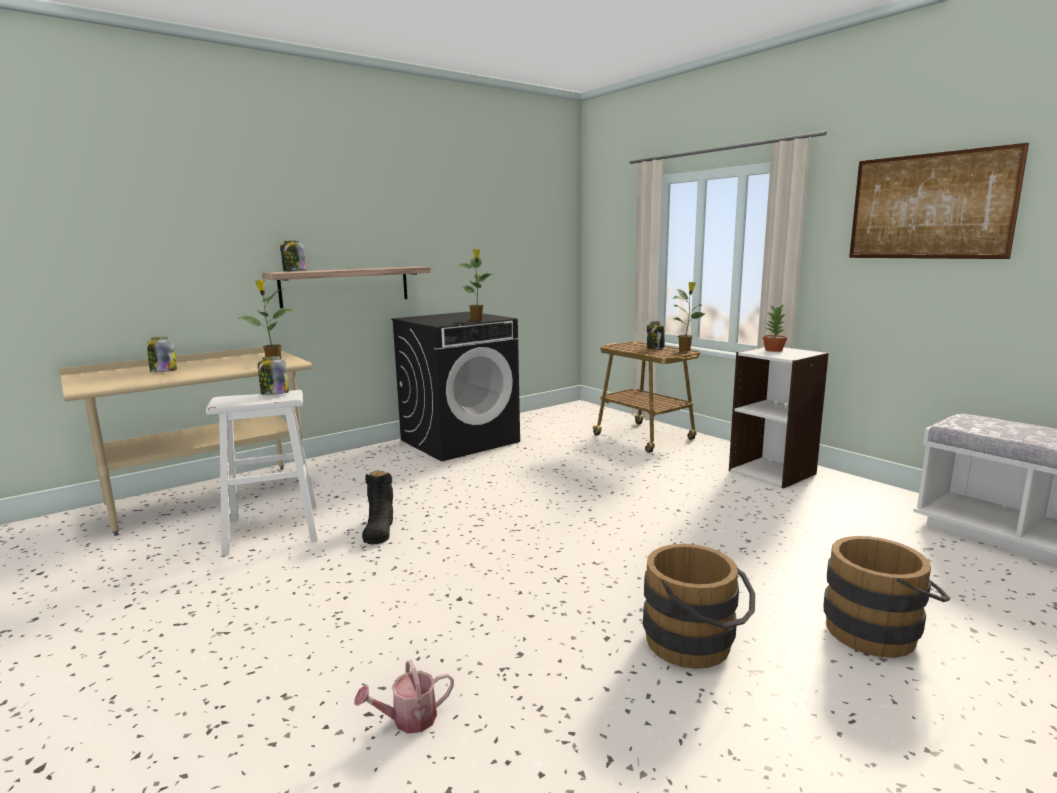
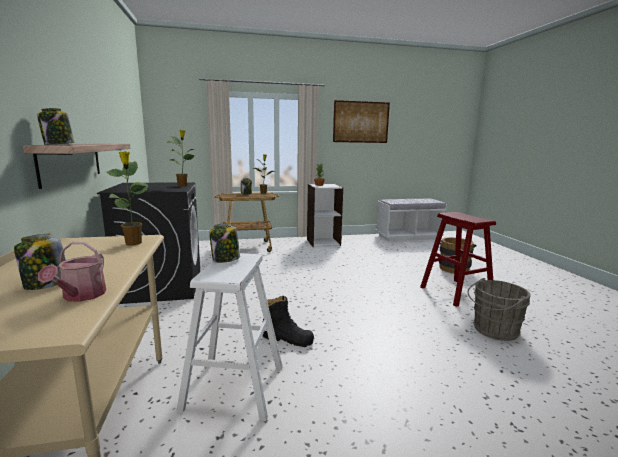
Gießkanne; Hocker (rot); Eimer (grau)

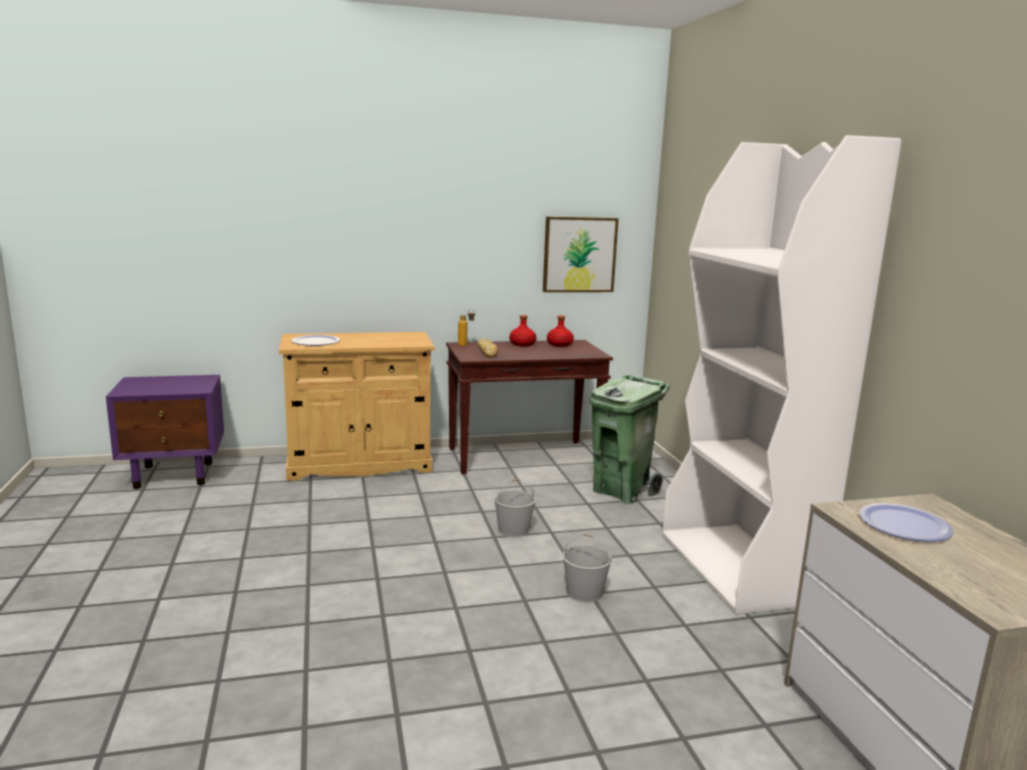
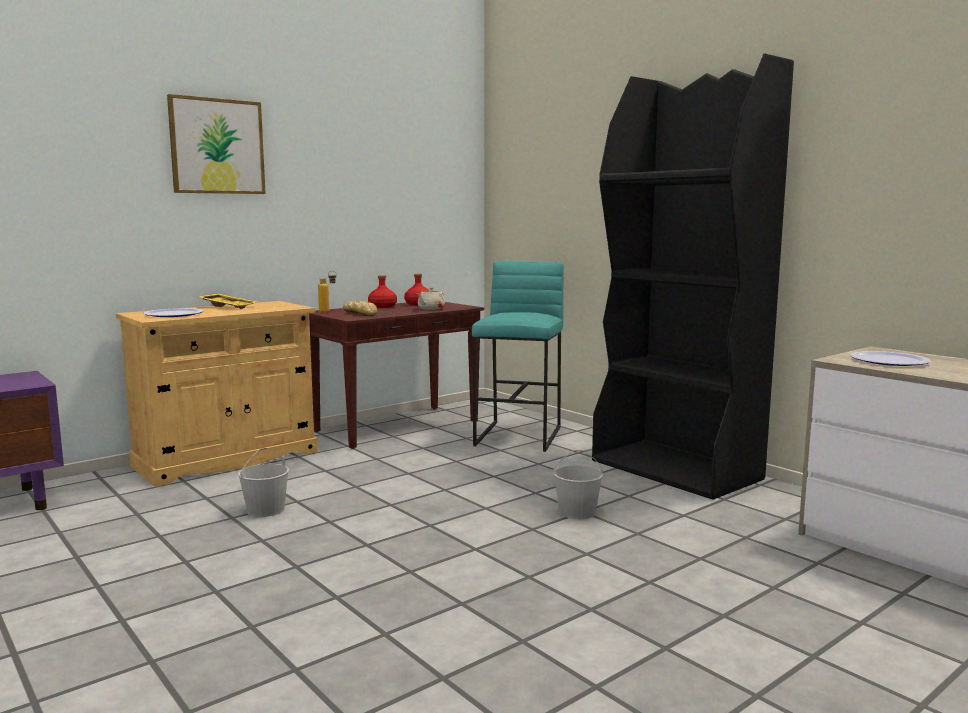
Bild; Tablett (gelb); Eimer (weiß) (no. 1 from left); Teekanne (beige); Hocker (türkis); Bücherregal (schwarz)

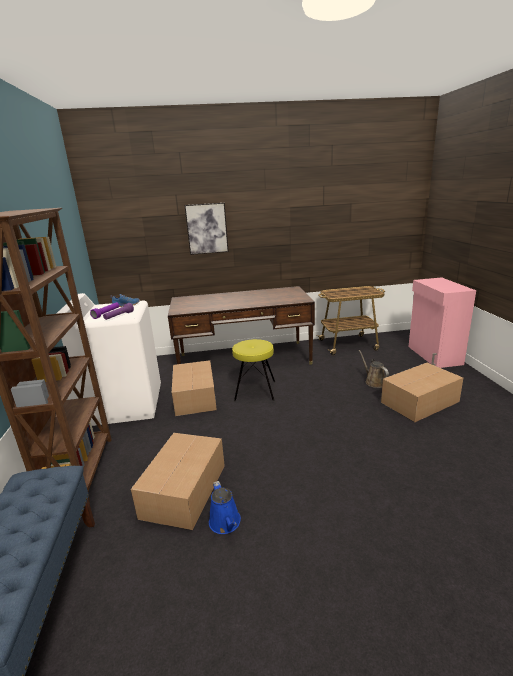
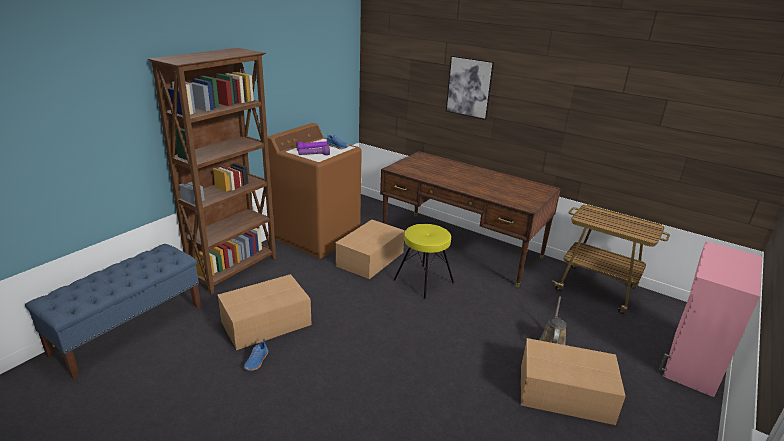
Schuh (blau) (no. 1 from left); Waschmaschine (braun)

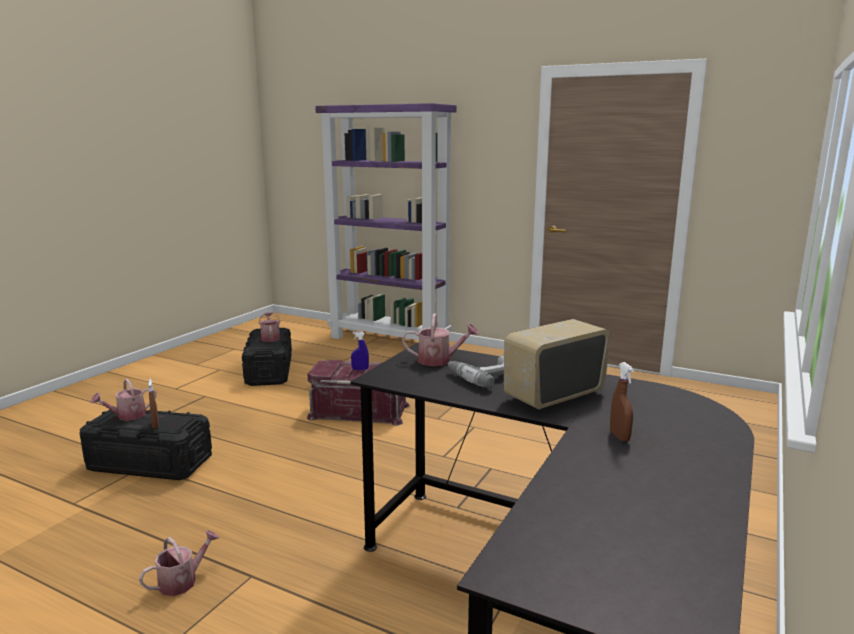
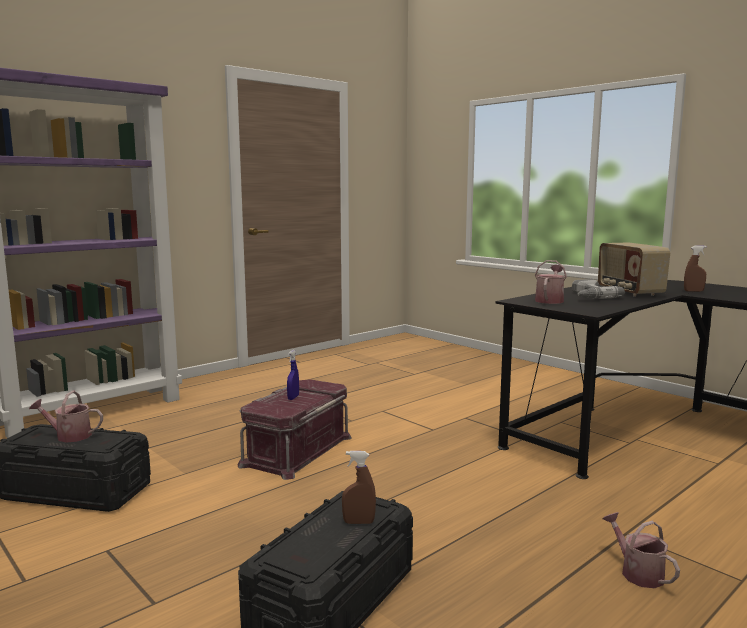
Gießkanne (no. 1 from left in the first image)

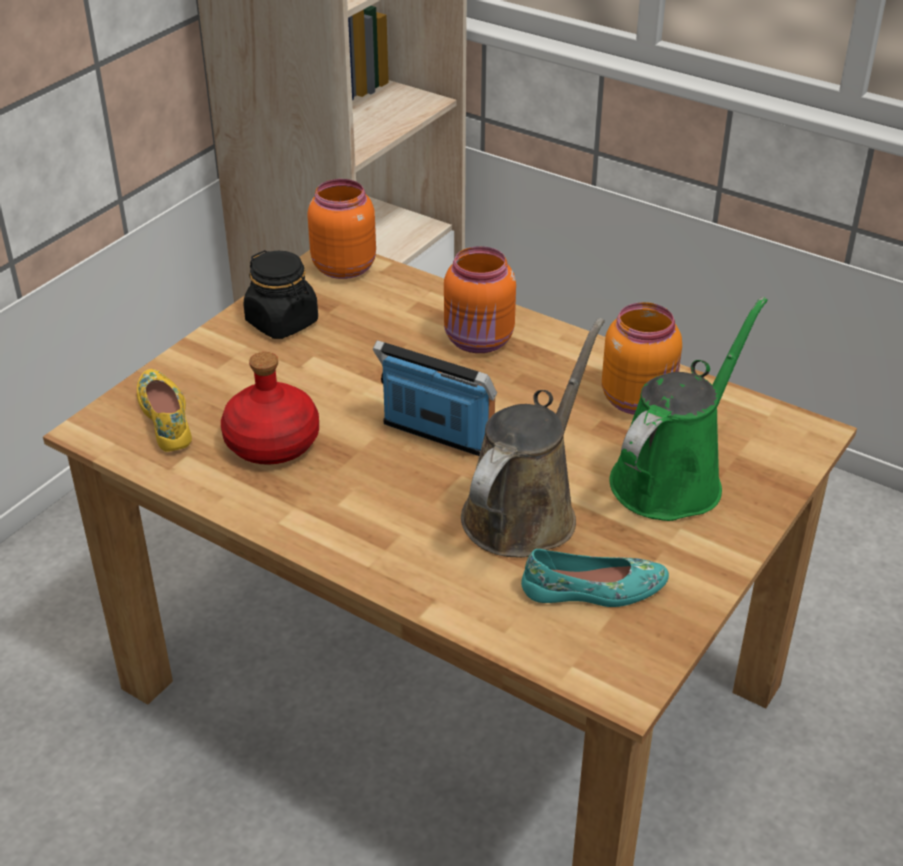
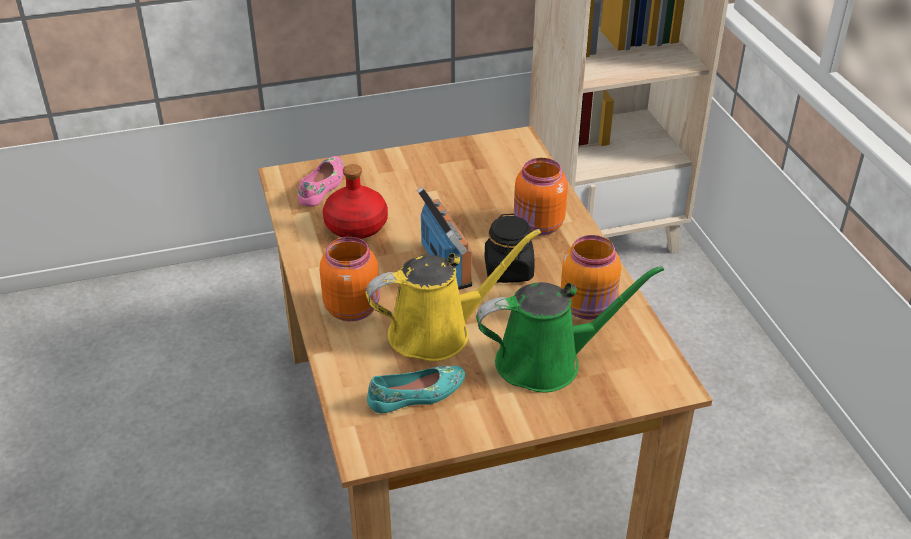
Schuh (rosa); Vorratsglas (orange) (no. 1 from left); Gießkanne (gelb); Schuh (türkis); Vorratsglas (schwarz)

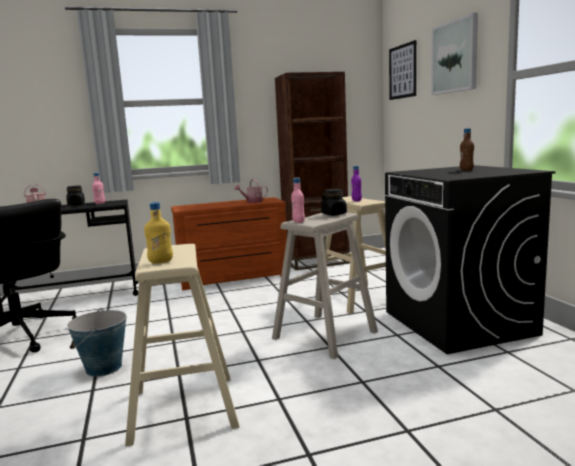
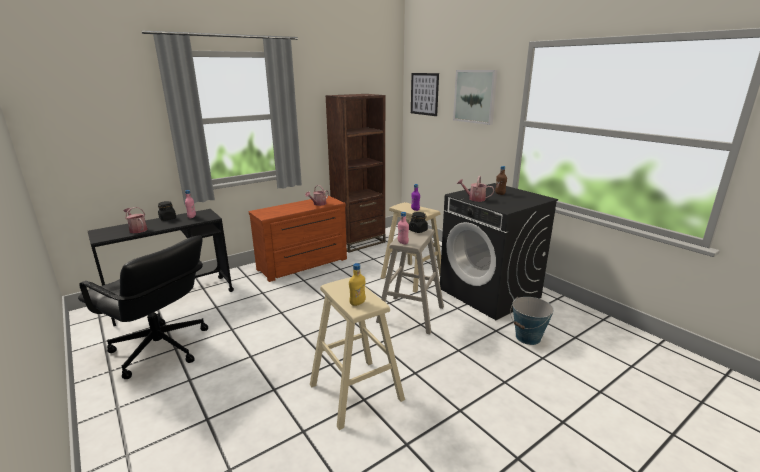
Gießkanne (no. 3 from left); Eimer

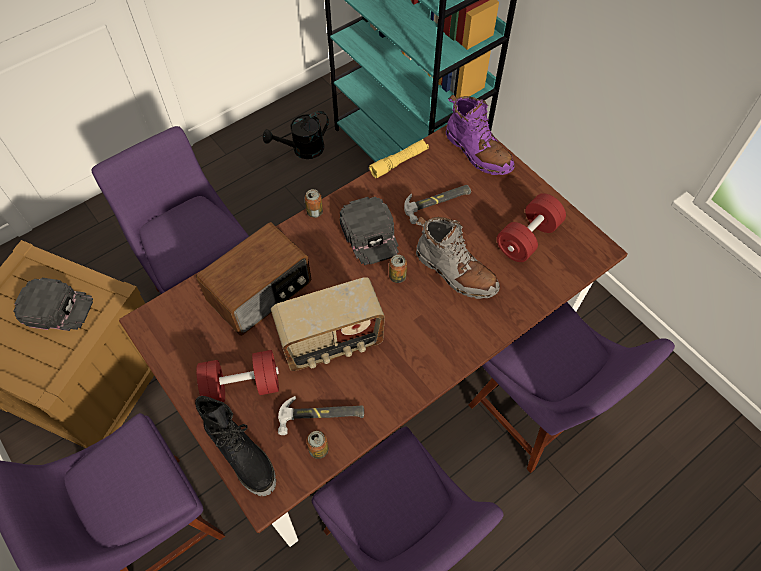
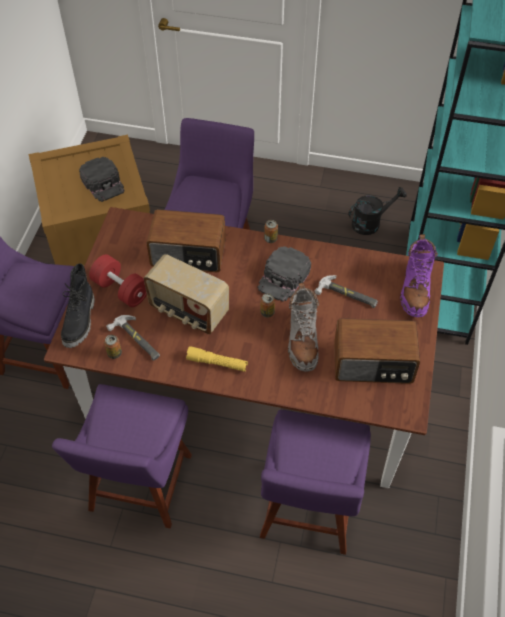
Taschenlampe (gelb); Radio (no. 3 from left); Gießkanne (schwarz)

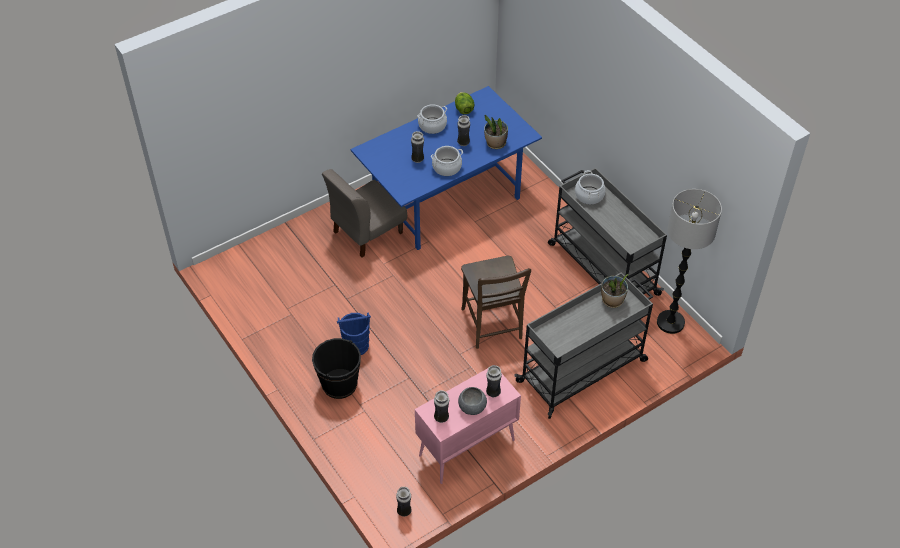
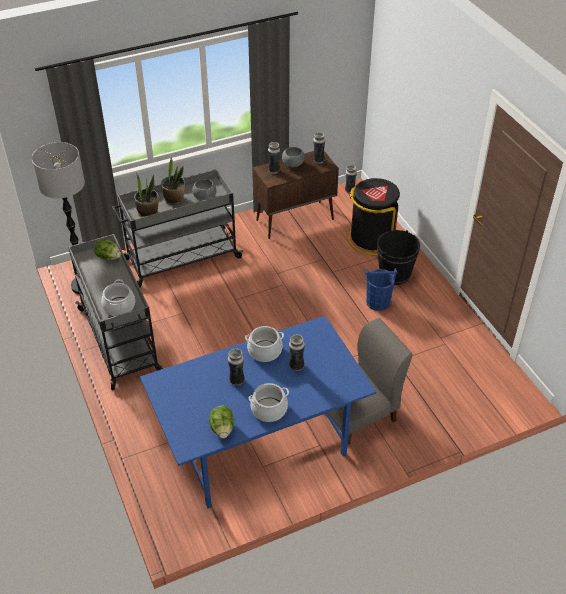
Salatkopf (no. 1 from left); Topfpflanze (no. 2 from left); Schüssel (grau) (no. 1 from left); Schrank (braun); Mülleimer (schwarz); Stuhl (braun)

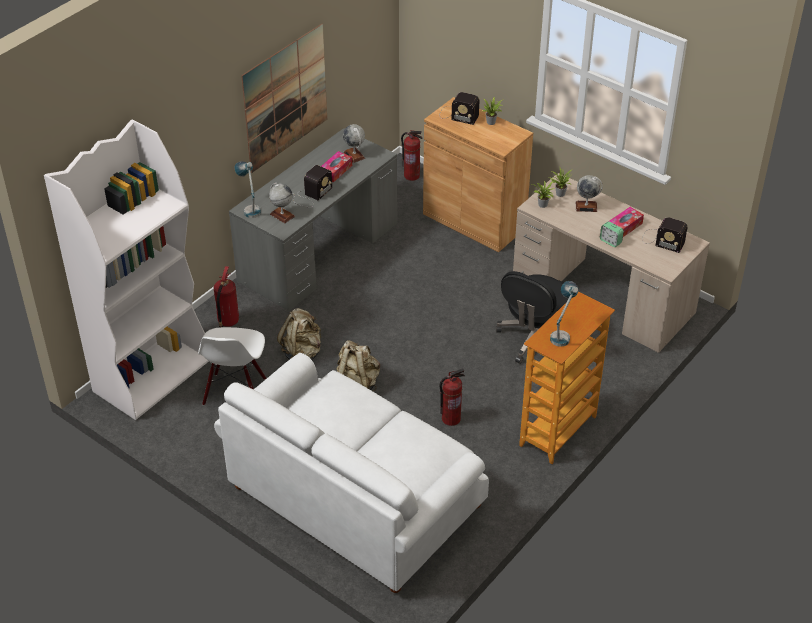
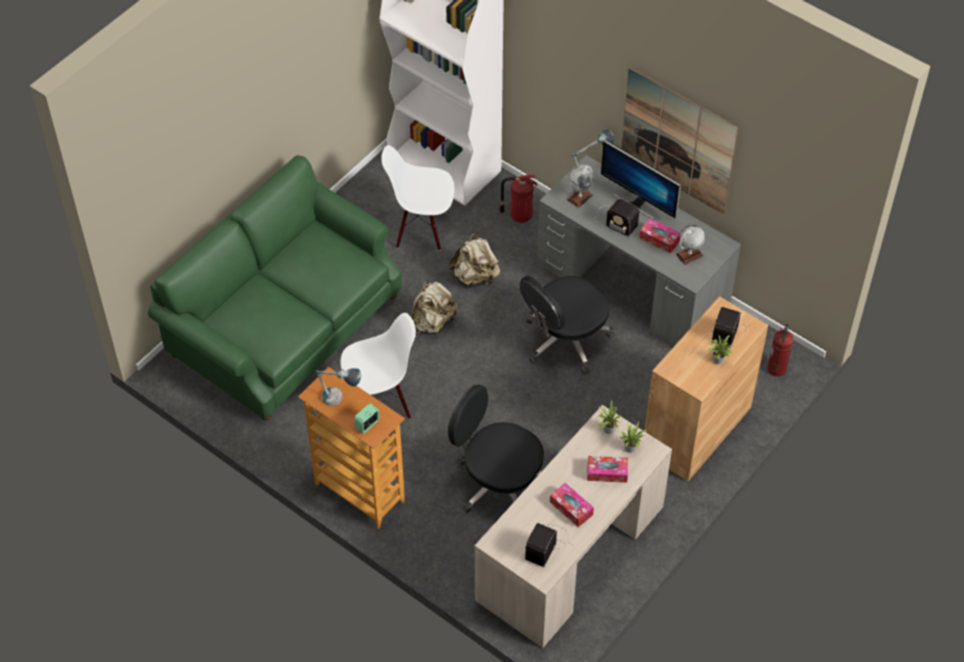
Sofa (grün); Stuhl (weiß) (no. 1 from left); Wecker; Bürostuhl (schwarz) (no. 2 from left); Taschentuchbox (no. 2 from left); Monitor

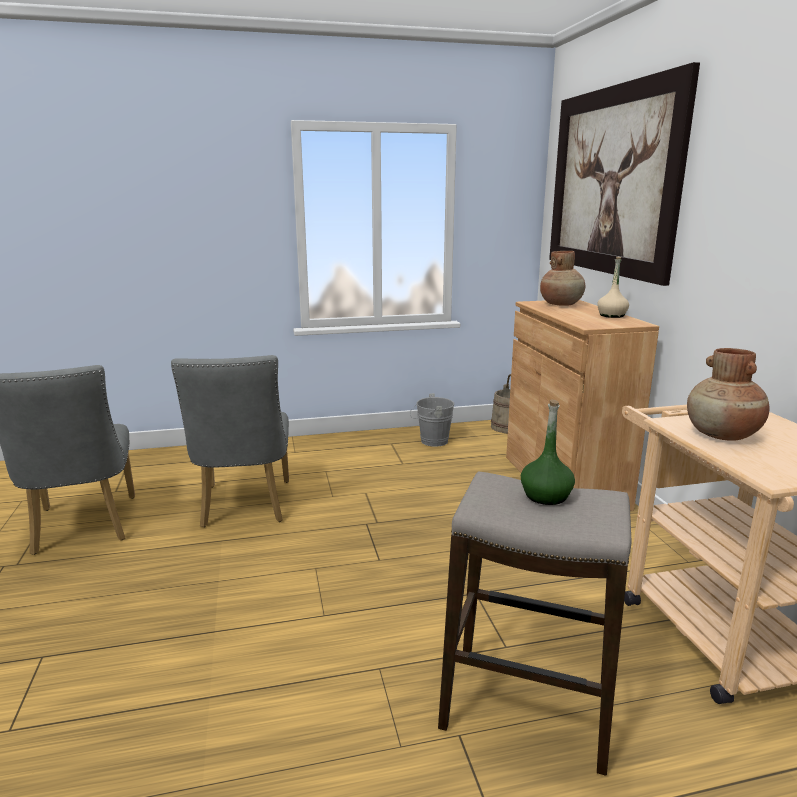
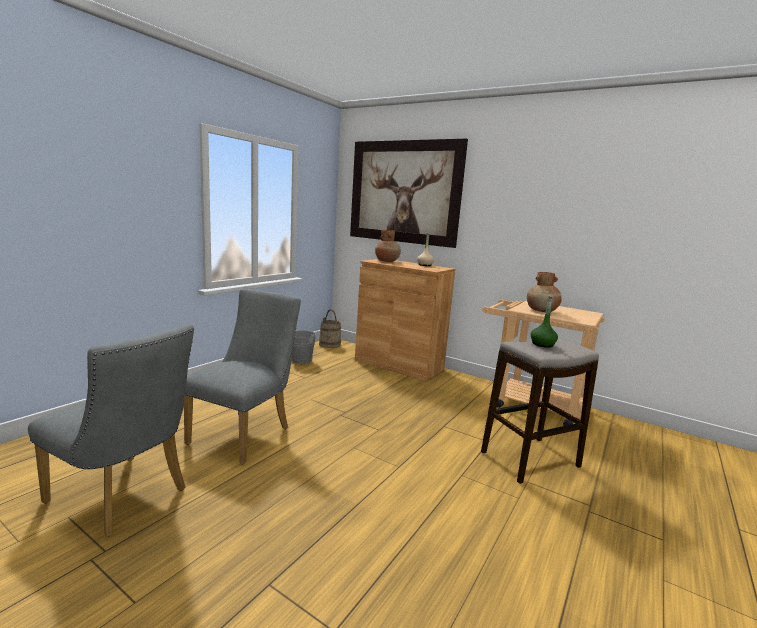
Stuhl (grau) (no. 2 from left)

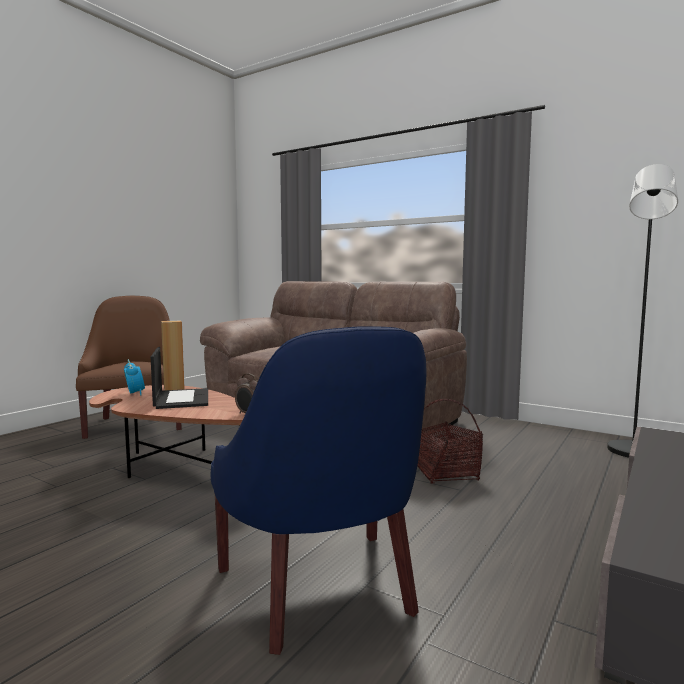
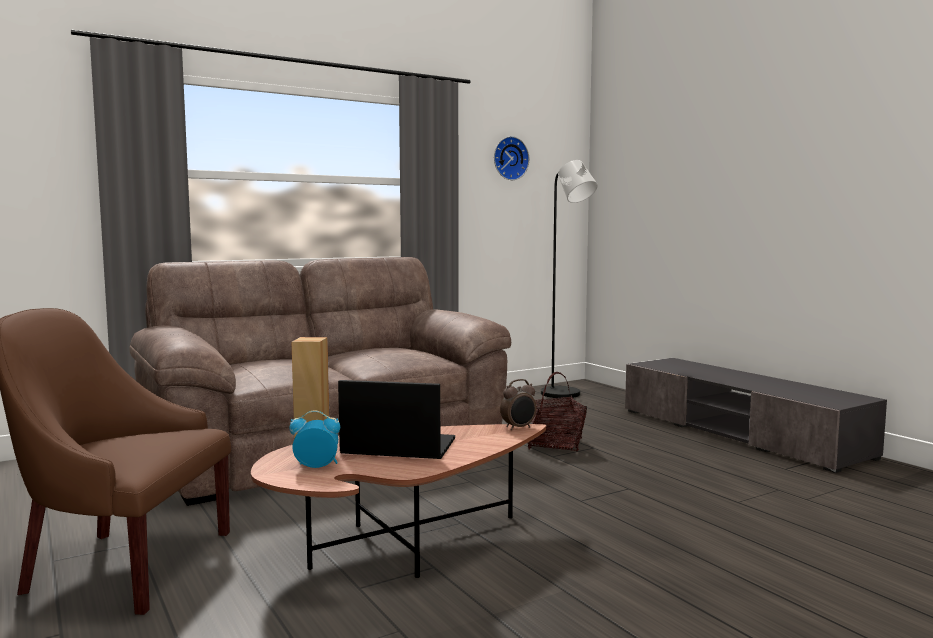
Wanduhr; Sessel (blau)

